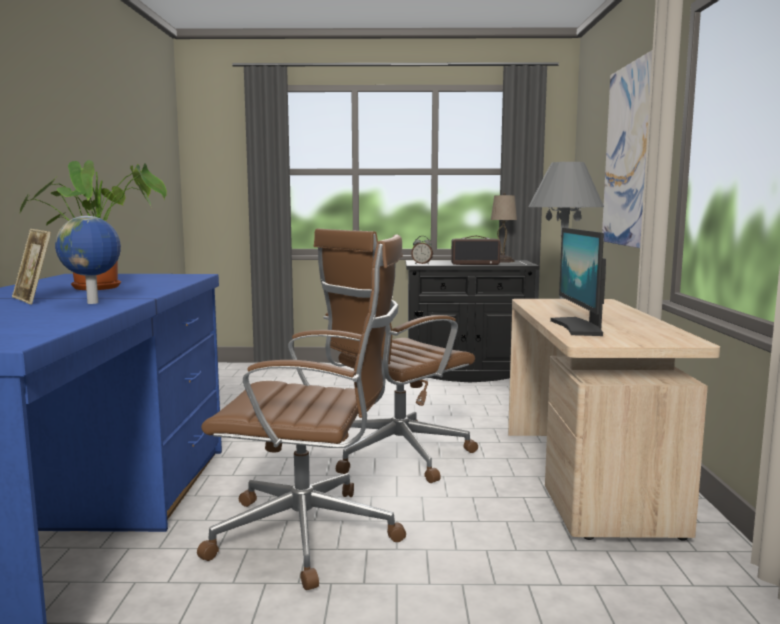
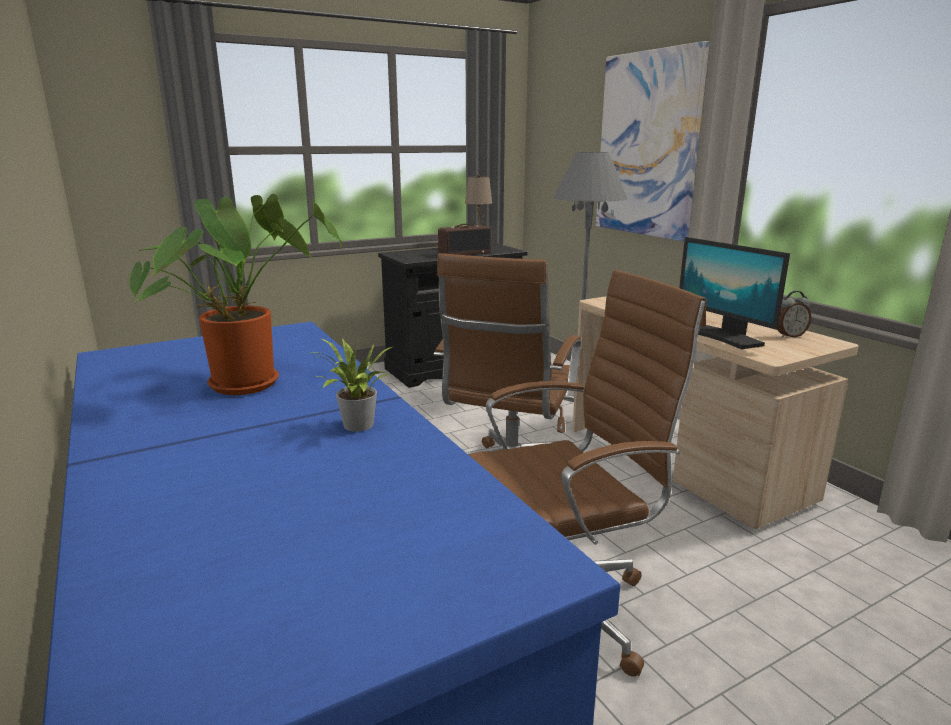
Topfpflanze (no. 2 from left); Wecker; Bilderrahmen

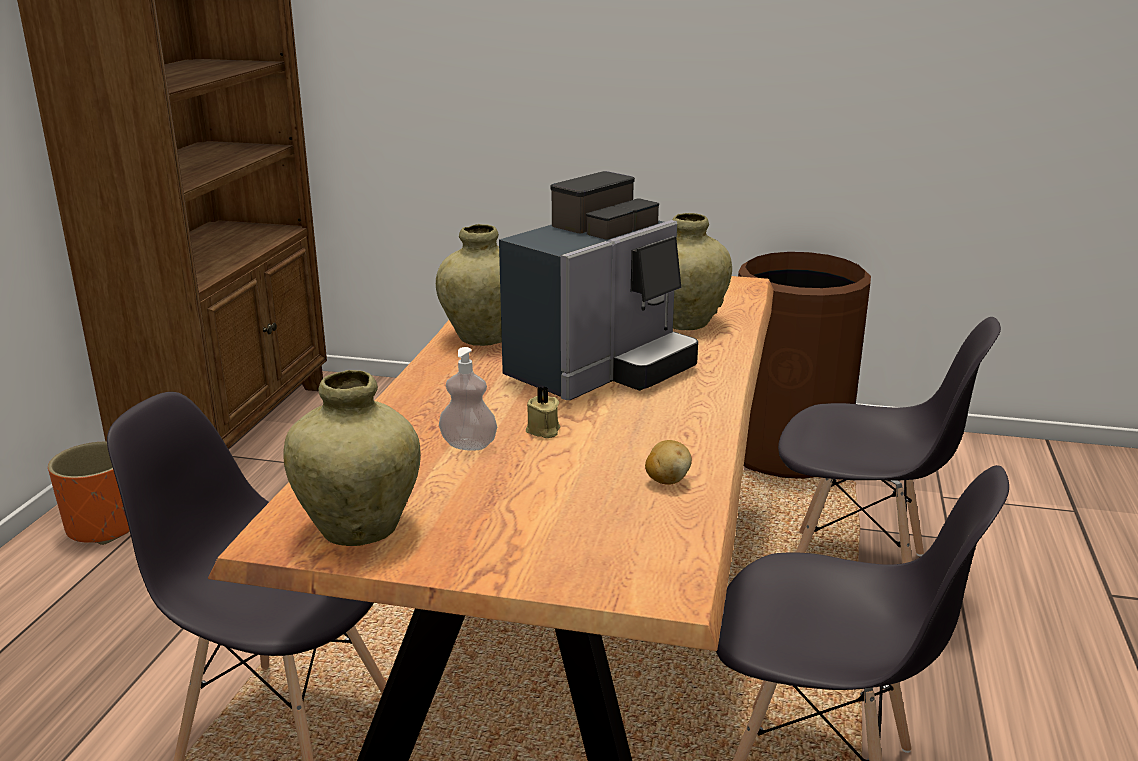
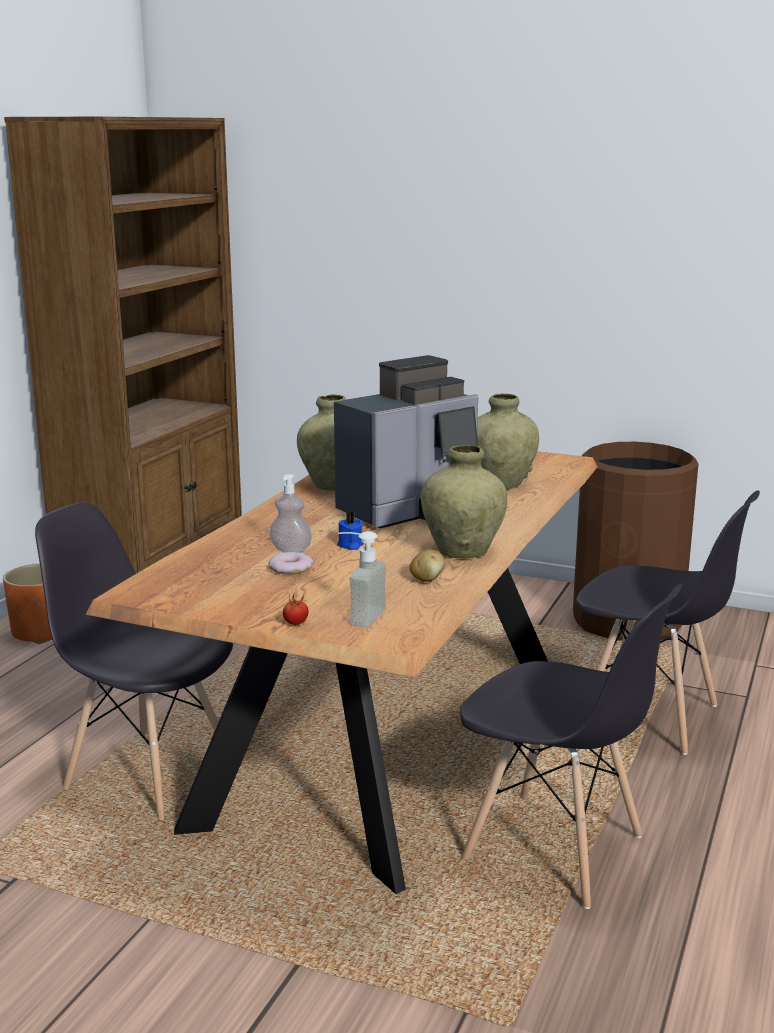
Donut; Tomate; Kerze (blau); Seifenspender (no. 2 from left); Vase (beige) (no. 2 from left)

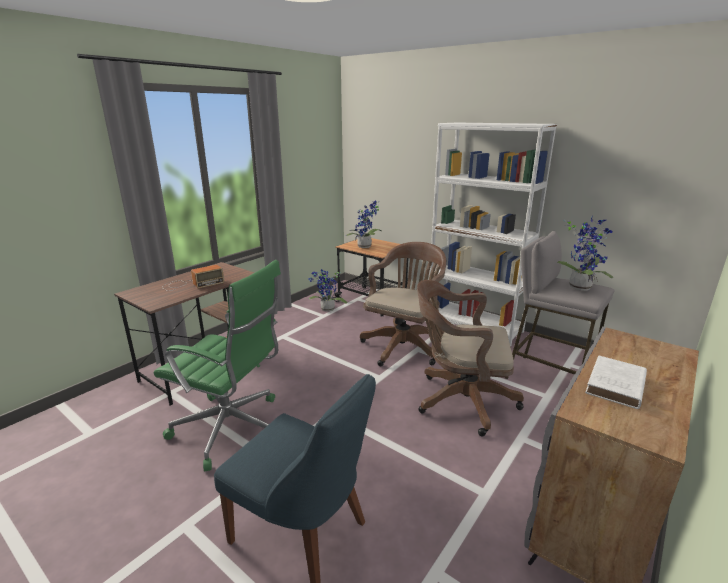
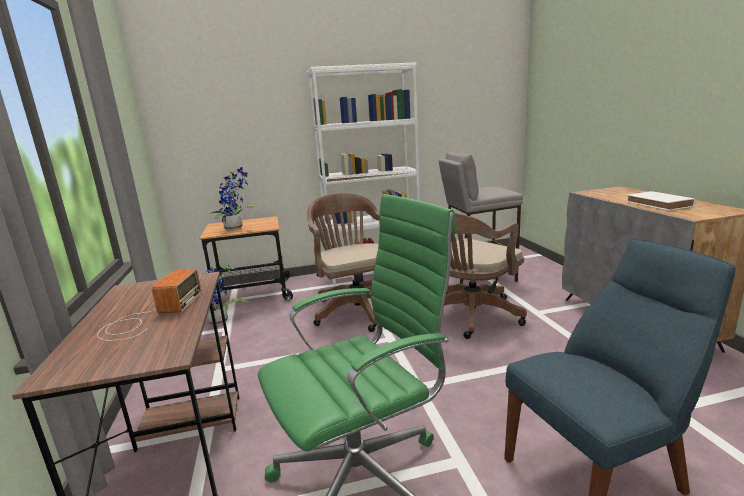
Topfpflanze (no. 3 from left in the first image)

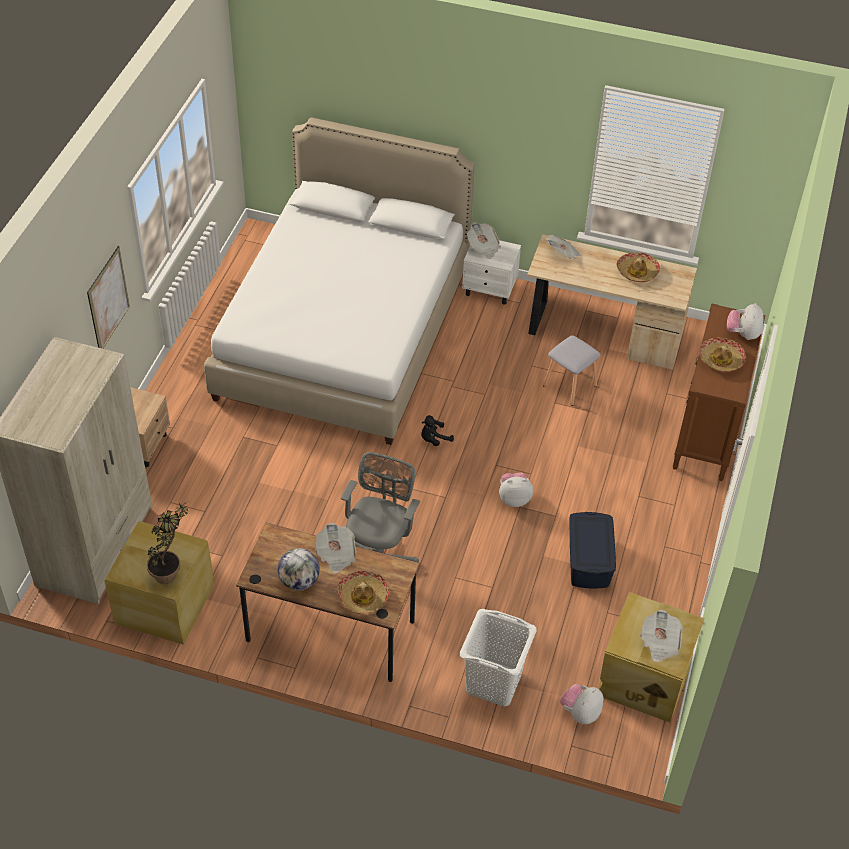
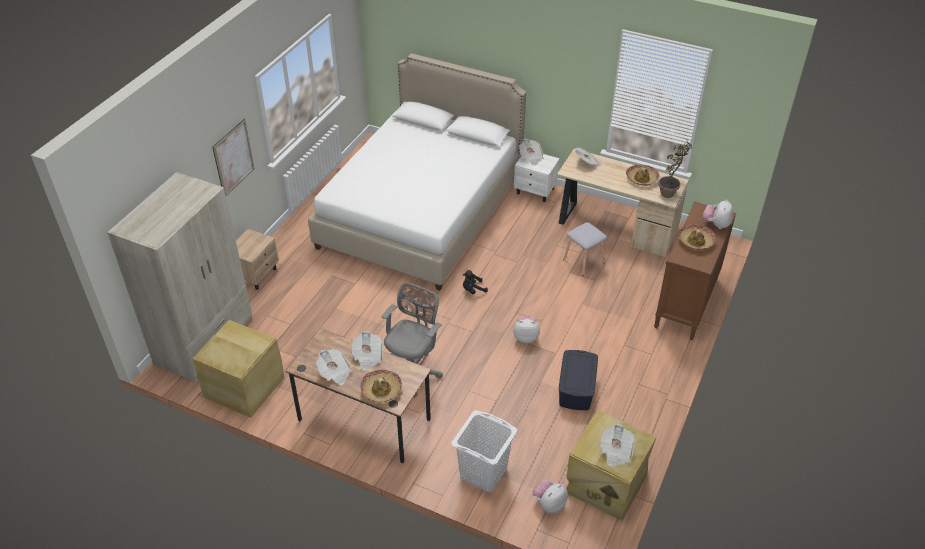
Zeitung (no. 1 from left); Topfpflanze

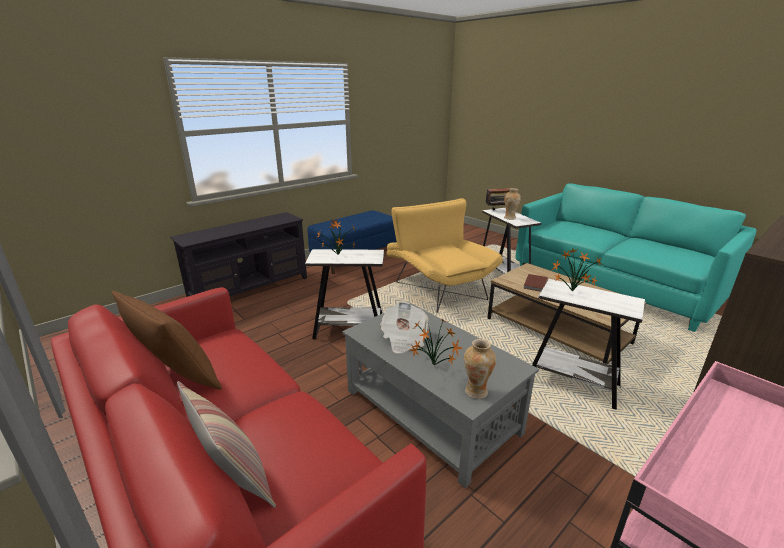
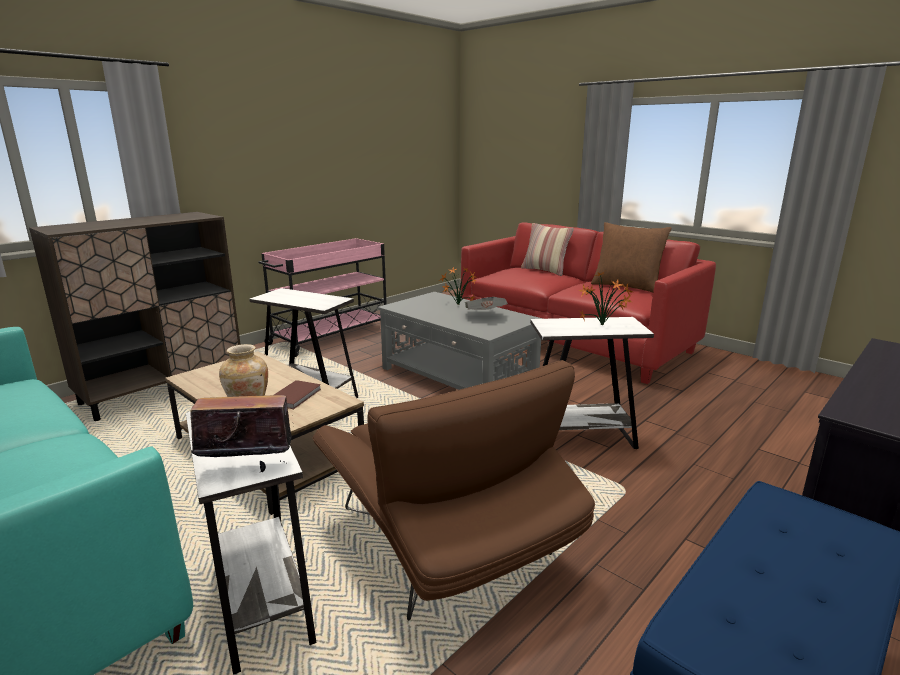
Sessel (braun); Vase (no. 1 from left in the first image); Topfpflanze (no. 3 from left in the first image)

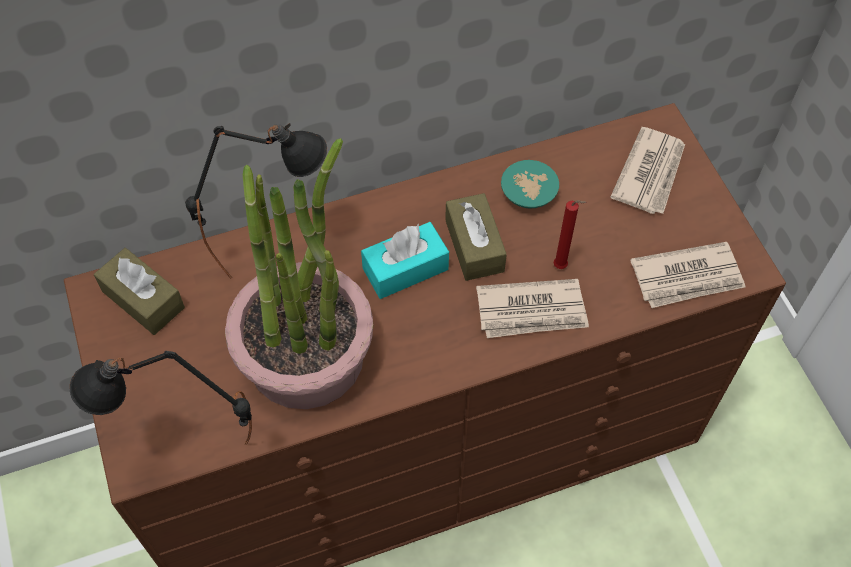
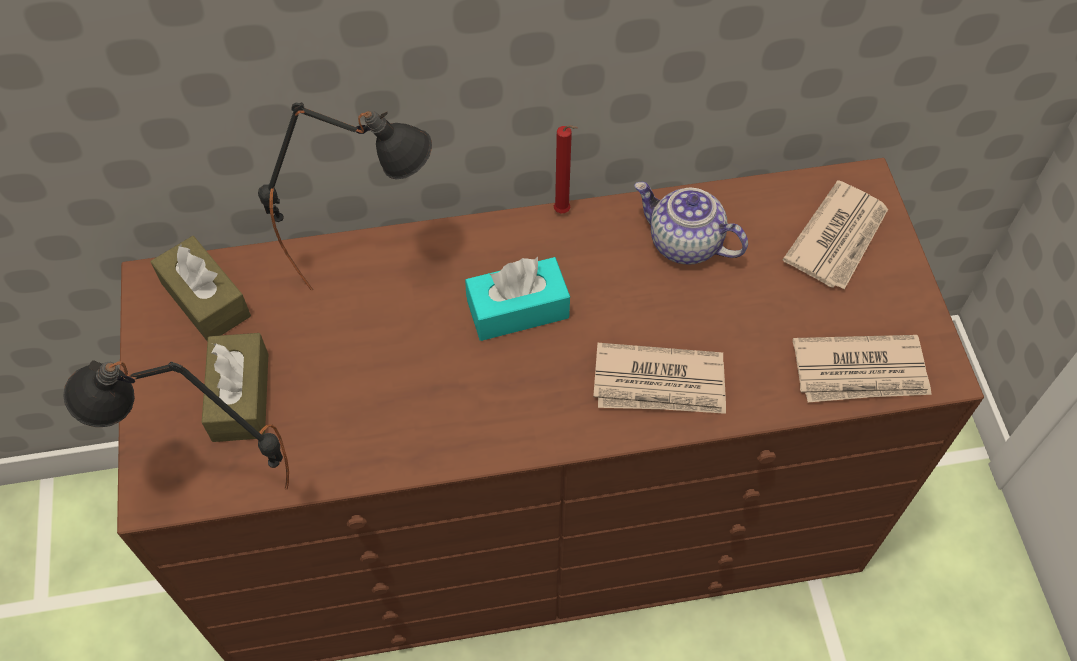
Taschentuchbox (braun) (no. 2 from left); Kerze (rot); Teekanne; Topfpflanze

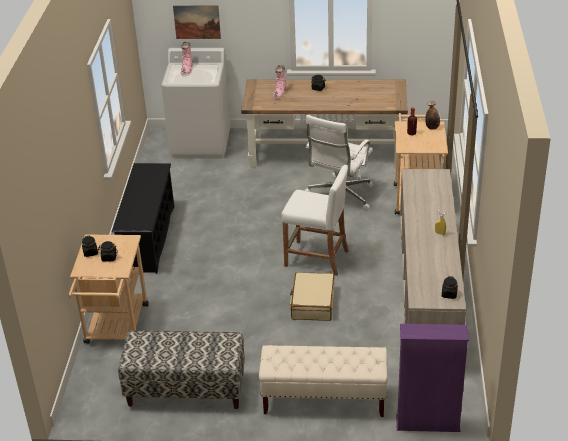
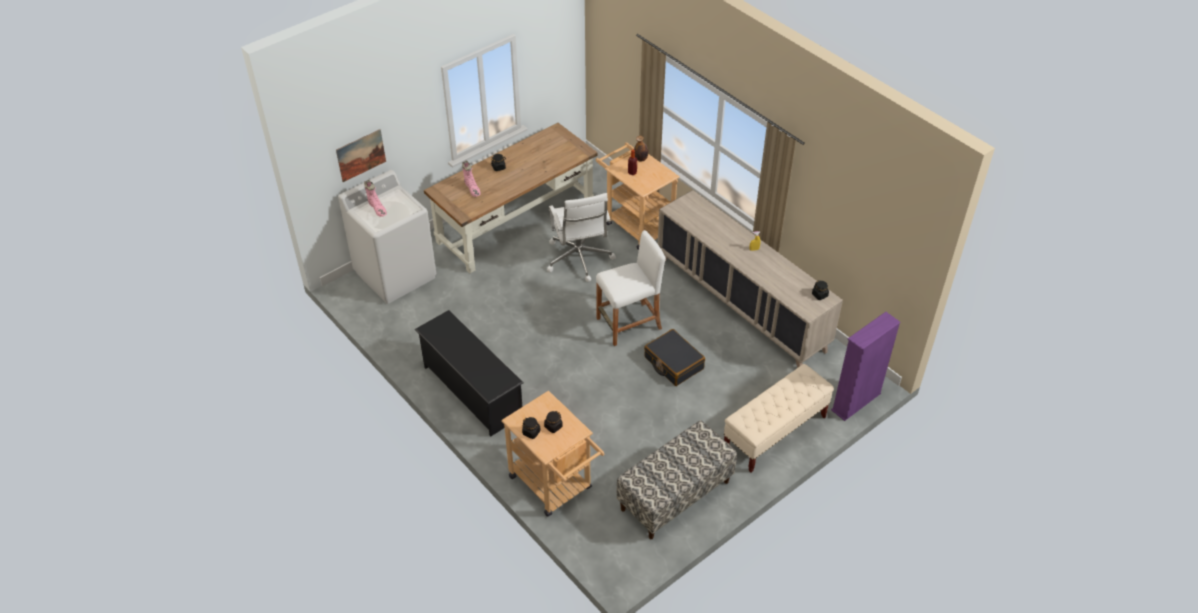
Koffer (schwarz)

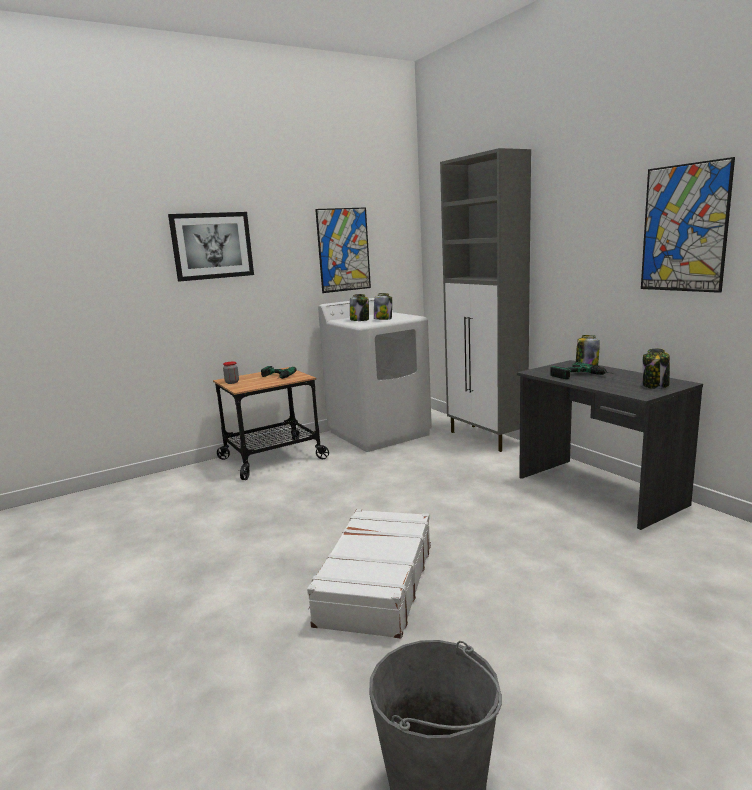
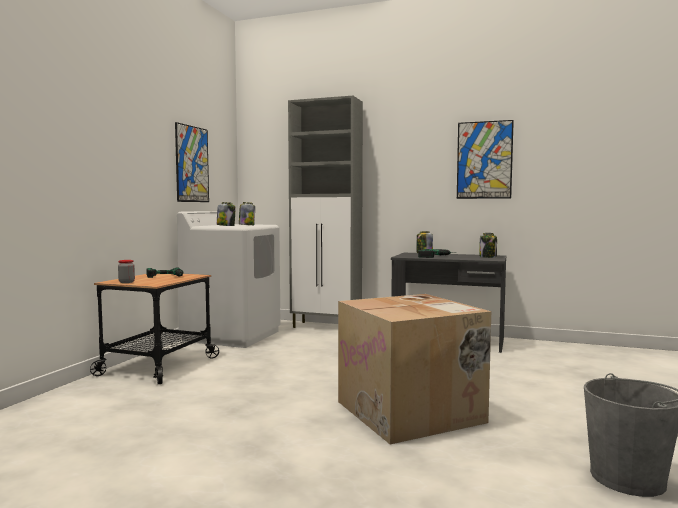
Karton; Bild (no. 1 from left in the first image)

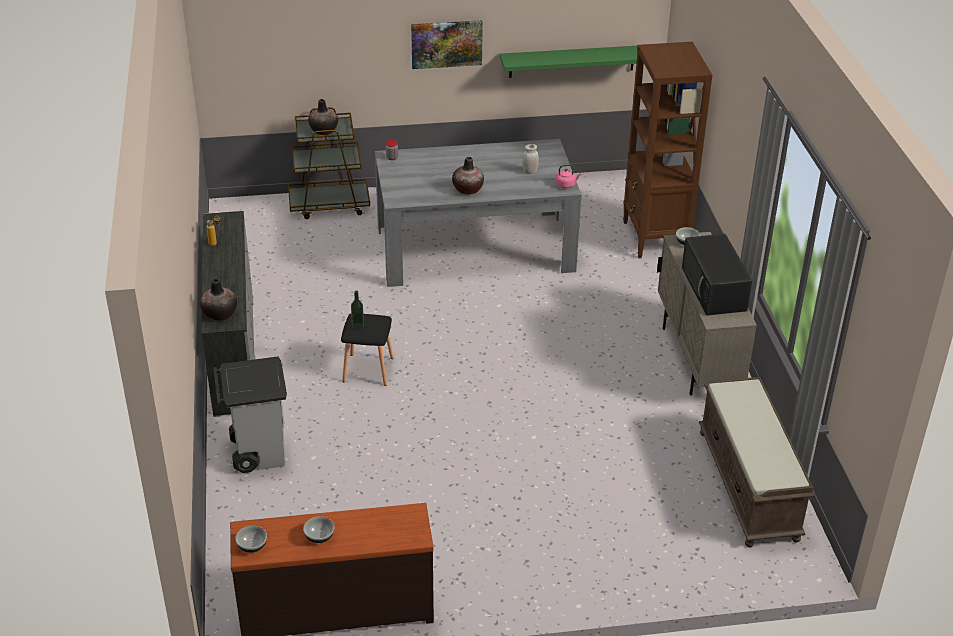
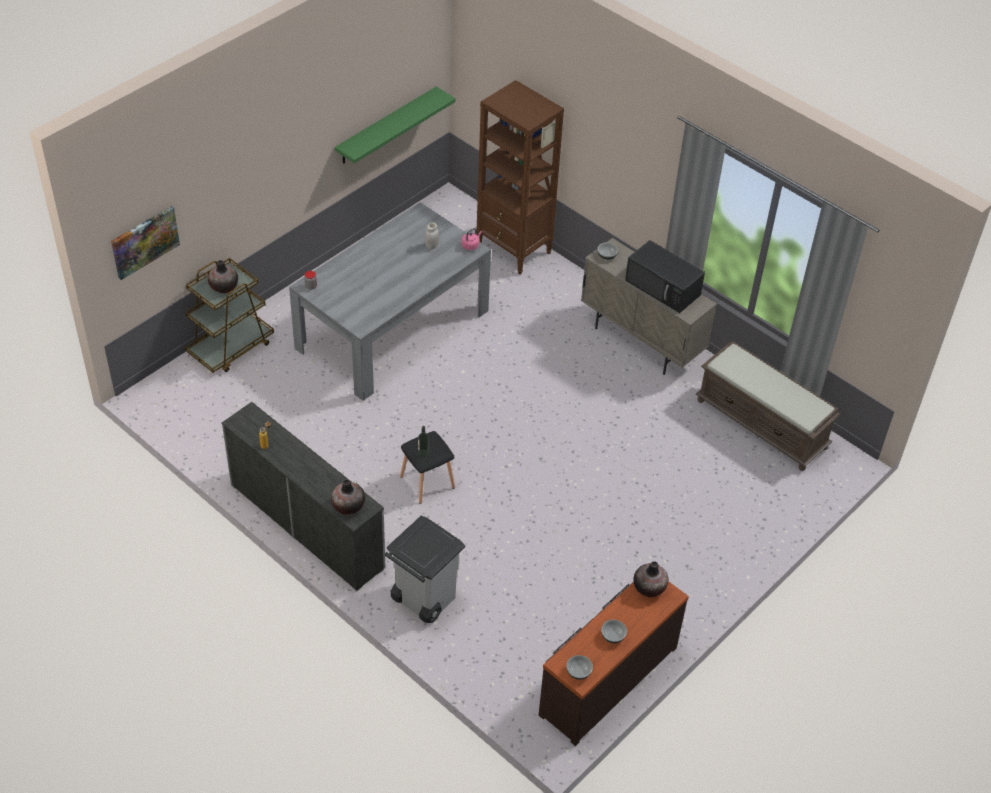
Bild; Vase (no. 3 from left)

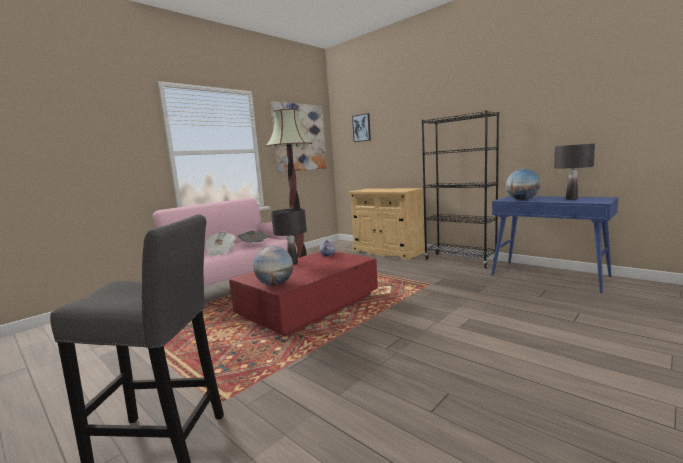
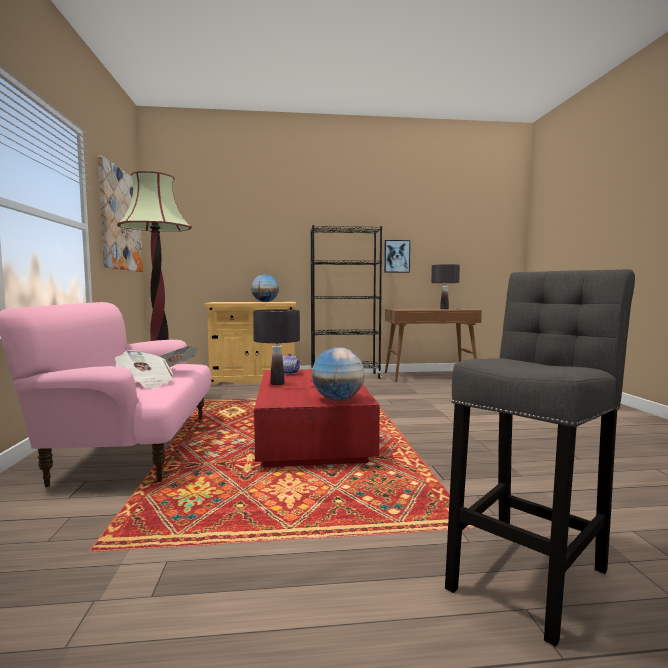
Globus (no. 1 from left); Bild (no. 2 from left); Konsolentisch (braun)

